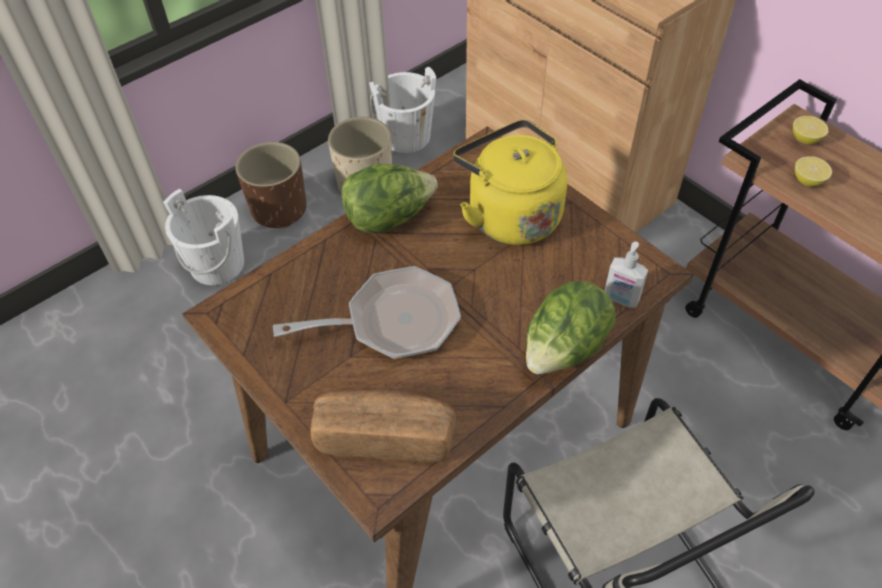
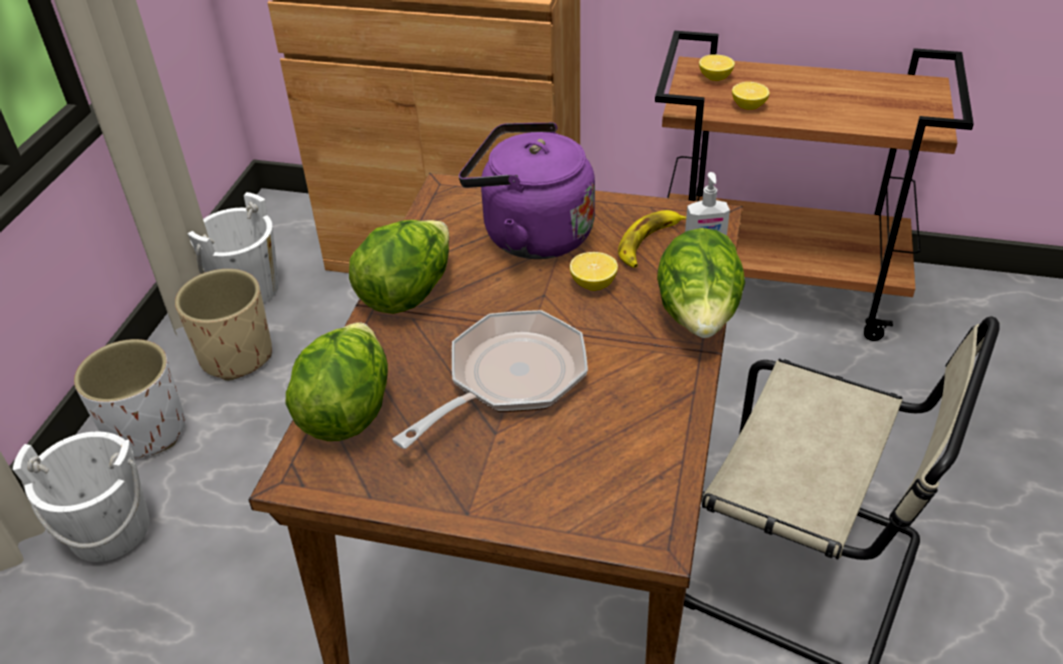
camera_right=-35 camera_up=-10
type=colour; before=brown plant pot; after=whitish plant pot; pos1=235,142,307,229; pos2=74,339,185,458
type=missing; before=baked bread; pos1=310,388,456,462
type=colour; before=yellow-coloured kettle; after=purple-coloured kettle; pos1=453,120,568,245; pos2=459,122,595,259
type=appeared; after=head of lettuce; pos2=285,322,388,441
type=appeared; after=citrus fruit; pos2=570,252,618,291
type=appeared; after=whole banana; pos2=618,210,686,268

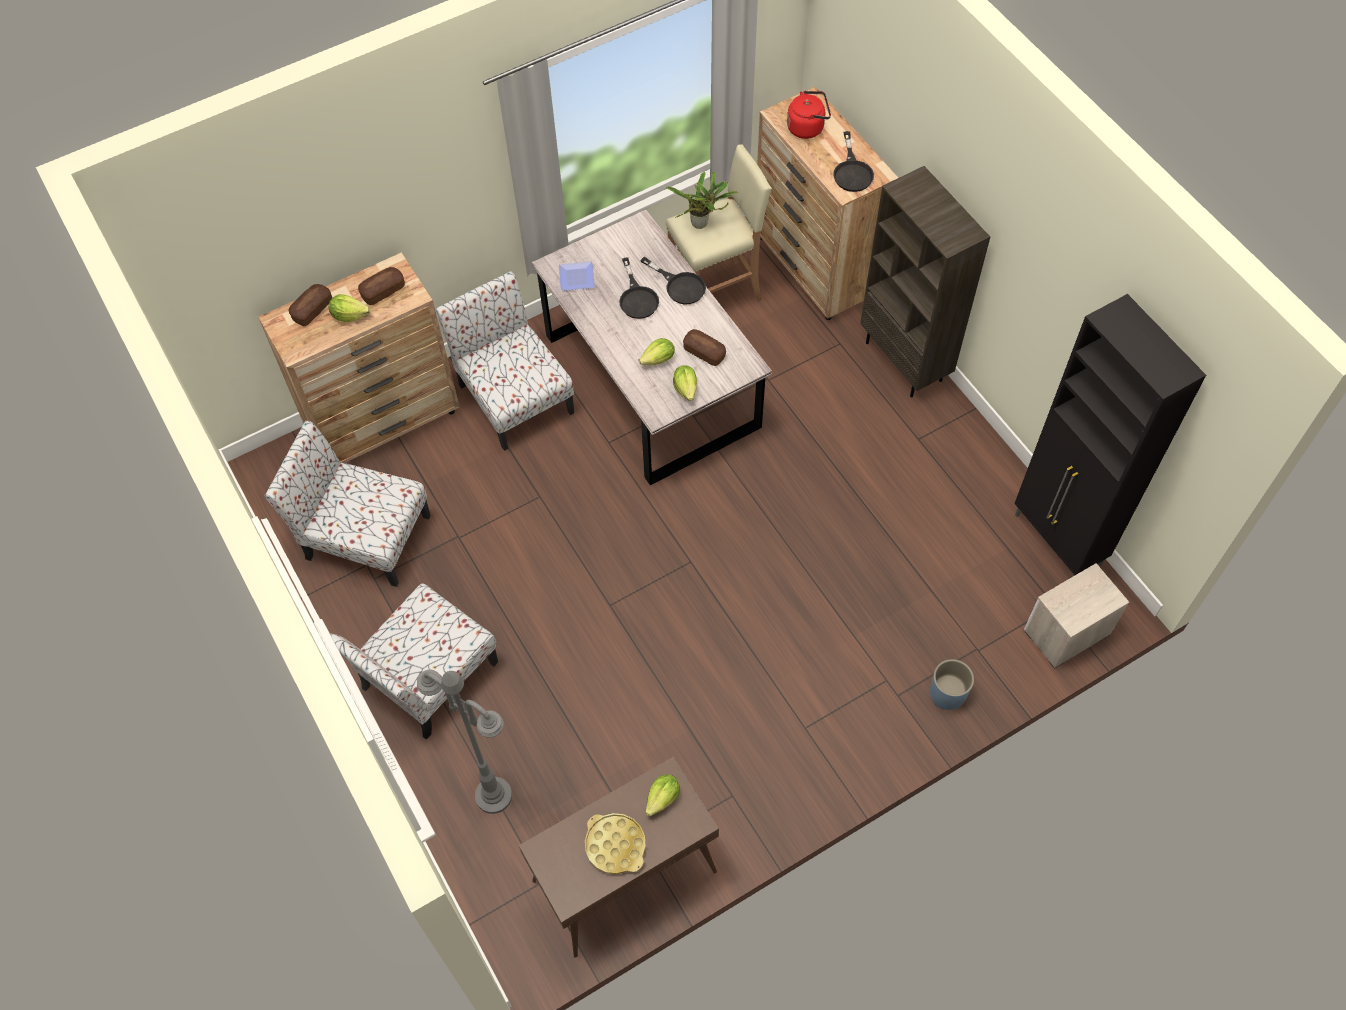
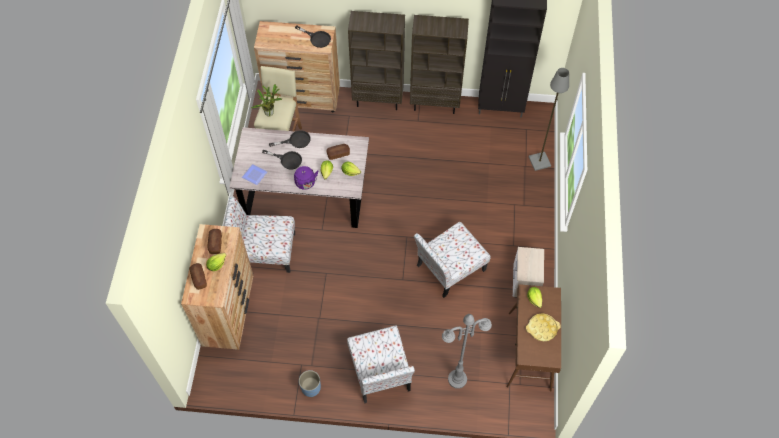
camera_right=-55 camera_up=0
type=relocated; before=upright chair; pos1=265,421,431,587; pos2=414,222,491,298
type=missing; before=reddish kettle; pos1=787,91,831,139
type=relocated; before=blue-coloured plant pot; pos1=930,659,974,710; pos2=299,370,321,397
type=relocated; before=night table; pos1=1024,563,1129,669; pos2=513,247,544,297
type=appeared; after=purple-coloured kettle; pos2=294,166,318,190
type=appeared; after=brown bookshelf; pos2=410,15,469,114
type=appeared; after=greyish standing lamp; pos2=529,68,569,171

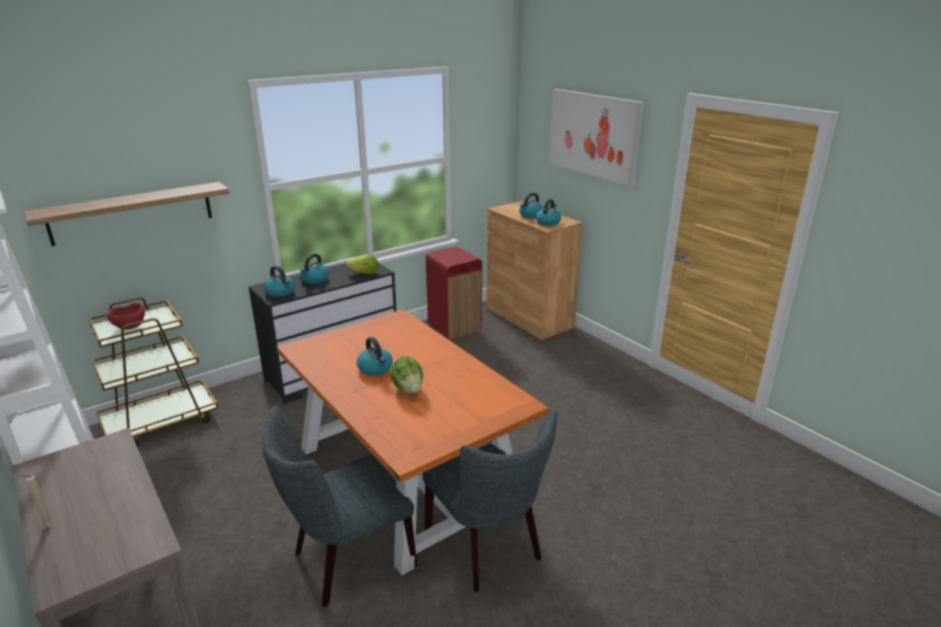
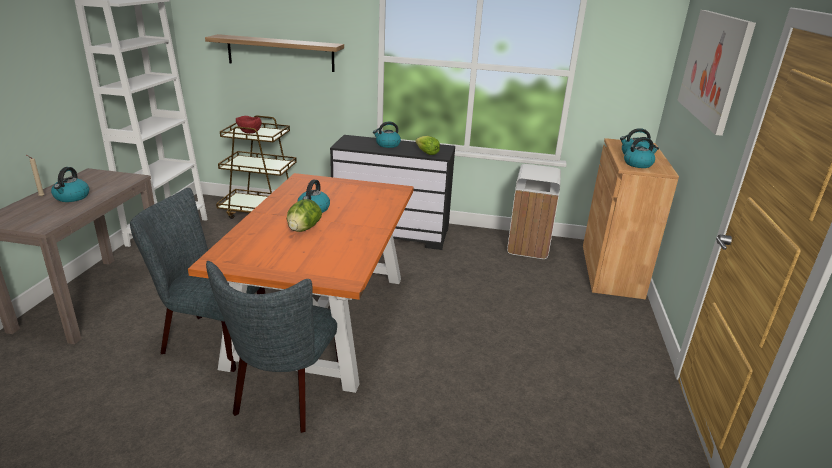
camera_right=45 camera_up=0
type=relocated; before=kettle; pos1=264,266,295,297; pos2=51,167,89,202
type=colour; before=reddish trash can; after=whitish trash can; pos1=426,247,482,340; pos2=507,164,561,259

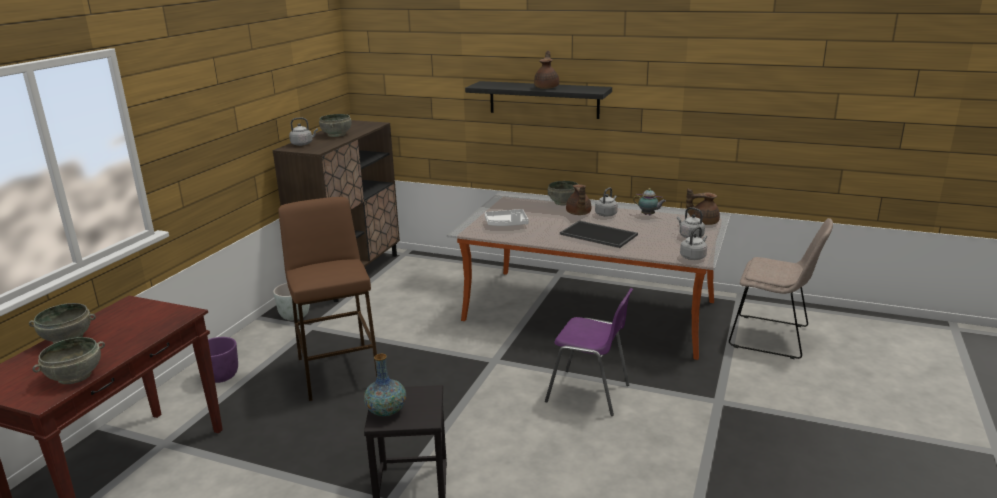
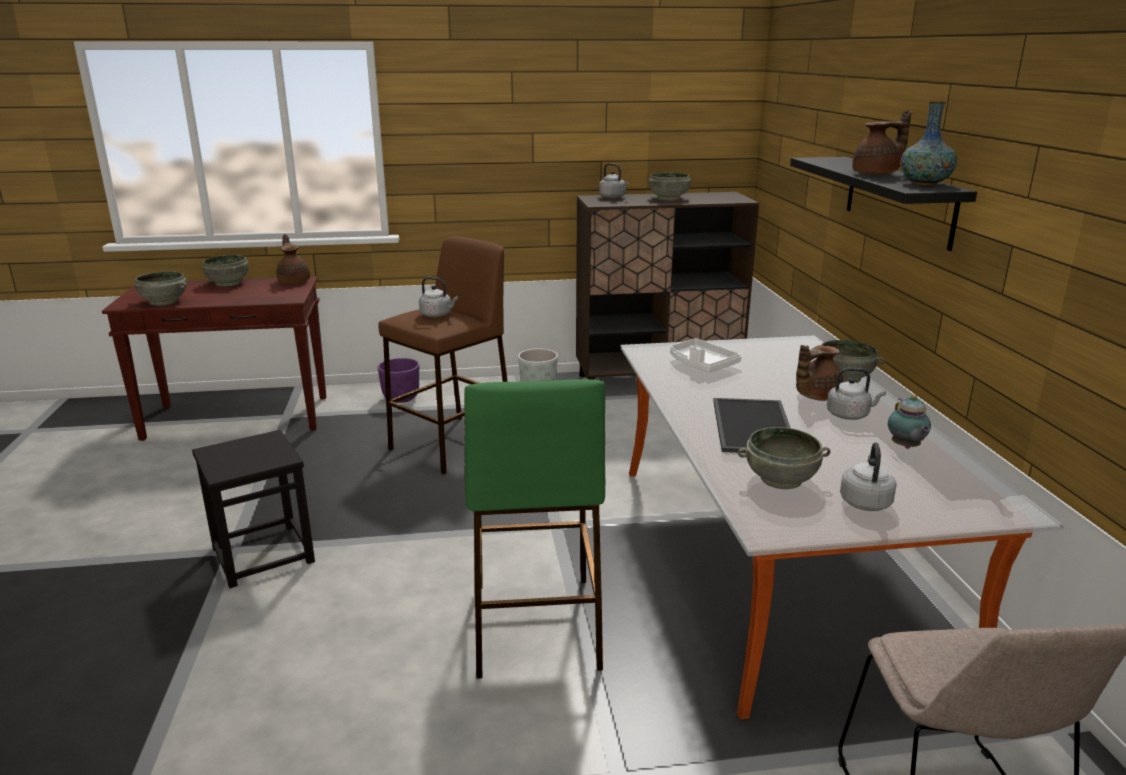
camera_right=60 camera_up=0
type=relocated; before=flower vase; pos1=364,354,406,417; pos2=901,101,957,185
type=exchanged; before=purple-coloured upright chair; after=green-coloured stool; pos1=545,288,633,416; pos2=464,379,605,679
type=relocated; before=greyish kettle; pos1=680,227,707,260; pos2=419,277,458,317
type=relocated; before=brown teapot; pos1=686,188,720,225; pos2=276,234,310,284
type=appeared; after=greyish deep dish; pos2=738,427,830,489

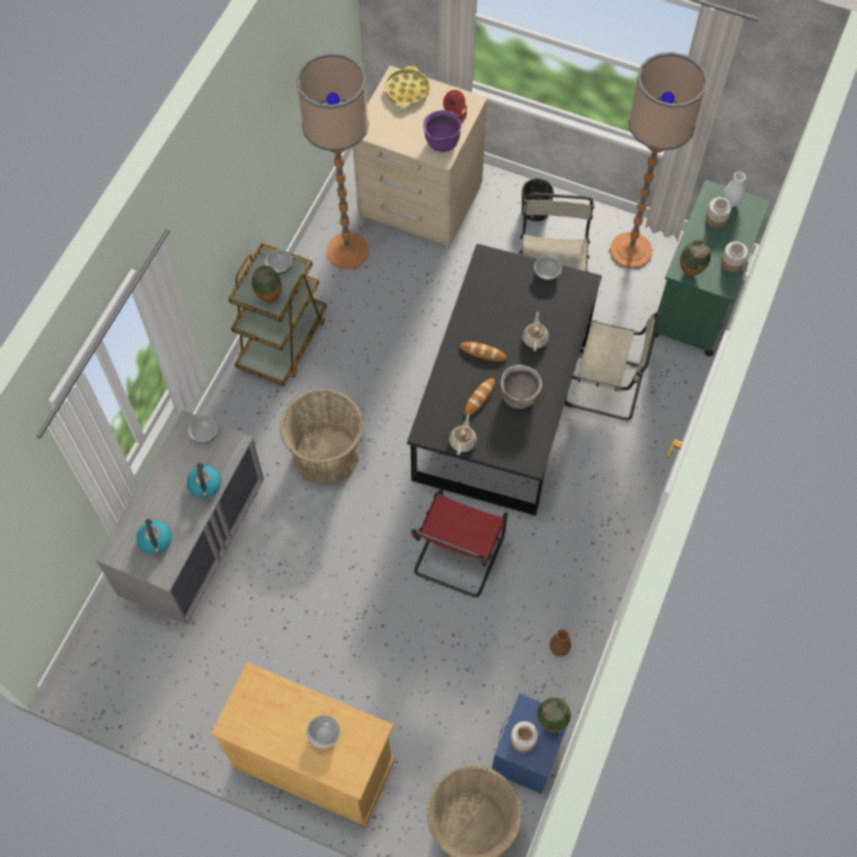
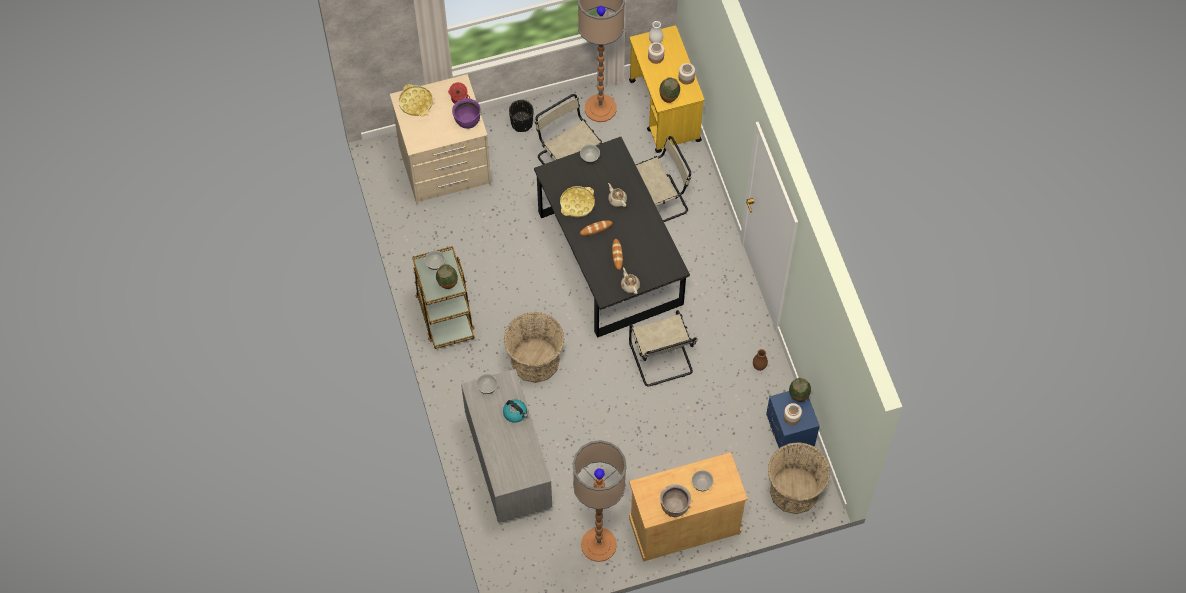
camera_right=-40 camera_up=0
type=missing; before=kettle; pos1=137,519,172,554
type=relocated; before=standing lamp; pos1=296,53,369,269; pos2=572,440,627,562
type=colour; before=reddish upright chair; after=beige-coloured upright chair; pos1=411,488,508,597; pos2=629,310,698,386
type=relocated; before=brown cooking pot; pos1=501,365,542,409; pos2=660,484,691,517
type=colour; before=green-coloured wheeled cart; after=yellow-coloured wheeled cart; pos1=653,180,770,356; pos2=629,25,704,153
type=appeared; after=yellow-coloured carrying tray; pos2=560,186,595,217

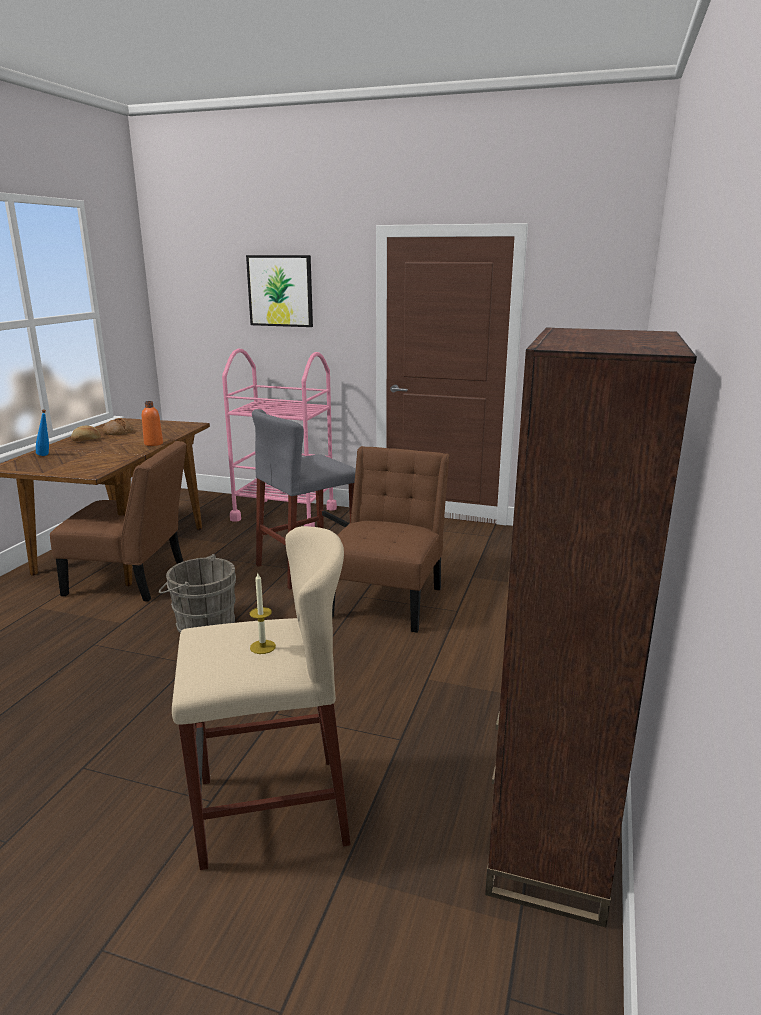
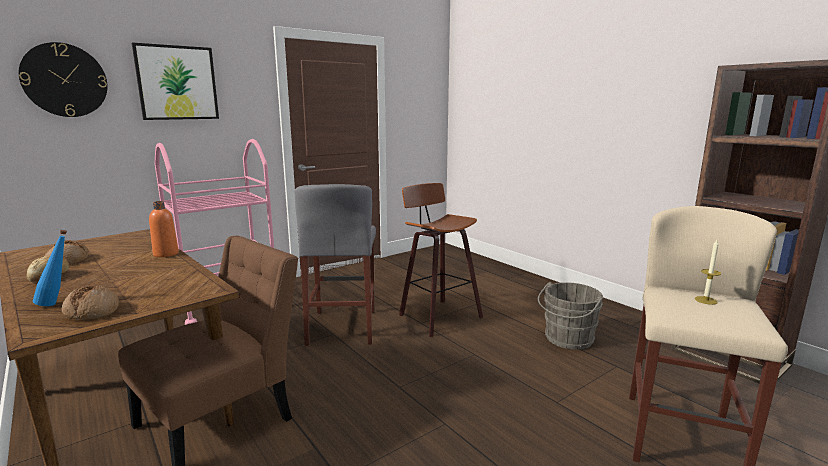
camera_right=-55 camera_up=-5
type=relocated; before=greyish water bucket; pos1=159,554,236,633; pos2=538,282,603,350
type=exchanged; before=brown upright chair; after=stool; pos1=332,446,450,633; pos2=399,183,483,337
type=appeared; after=clock on the wall; pos2=19,42,107,117
type=appeared; after=baked bread; pos2=62,285,119,320

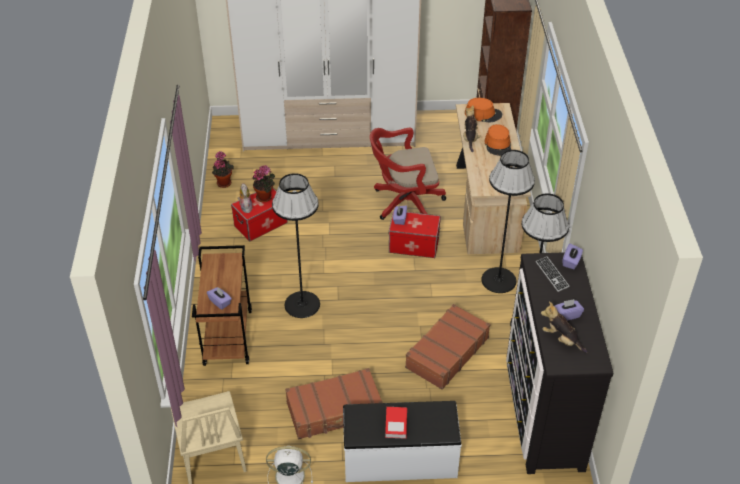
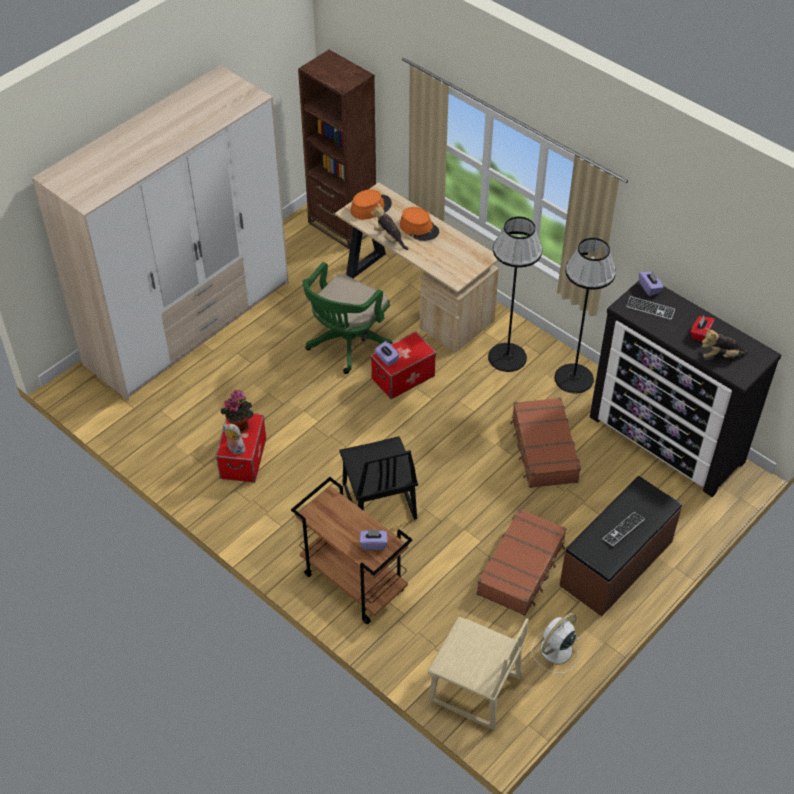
camera_right=-45 camera_up=5
type=missing; before=houseplant; pos1=212,151,234,188
type=exchanged; before=blackish standing lamp; after=blackish upright chair; pos1=272,173,320,318; pos2=339,436,418,520
type=colour; before=whitish bench; after=brown bench; pos1=343,401,462,482; pos2=559,476,682,616
type=colour; before=reddish office chair; after=green-coloured office chair; pos1=370,128,446,220; pos2=302,262,393,374
type=exchanged; before=bound book; after=computer keyboard; pos1=385,407,407,439; pos2=602,512,645,546
type=colour; before=purple-coloured box of tissues; after=reddish box of tissues; pos1=555,299,584,320; pos2=691,316,715,342

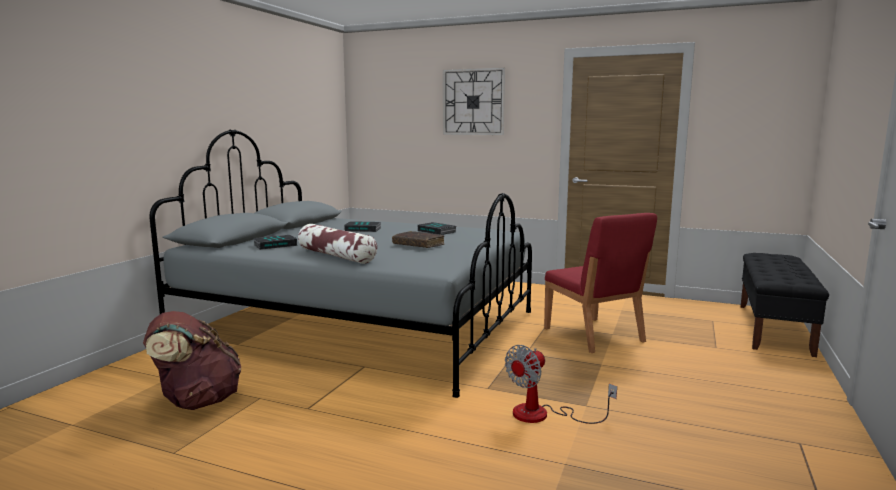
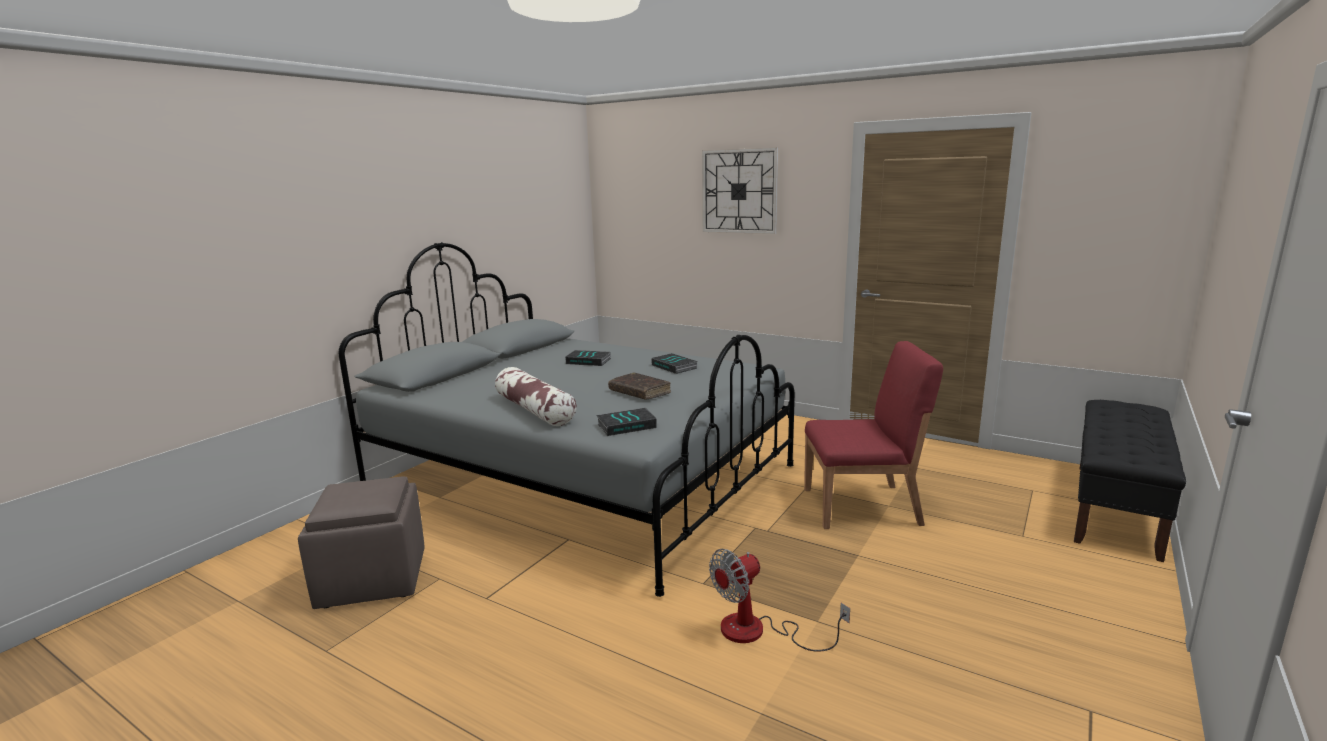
camera_right=10 camera_up=5
type=exchanged; before=brown knapsack; after=brown pouffe; pos1=143,311,241,410; pos2=298,476,425,609
type=relocated; before=bound book; pos1=253,235,297,250; pos2=596,408,657,436
type=spun; before=reddish upright chair; pos1=544,213,657,353; pos2=804,341,943,529; turn=-75

